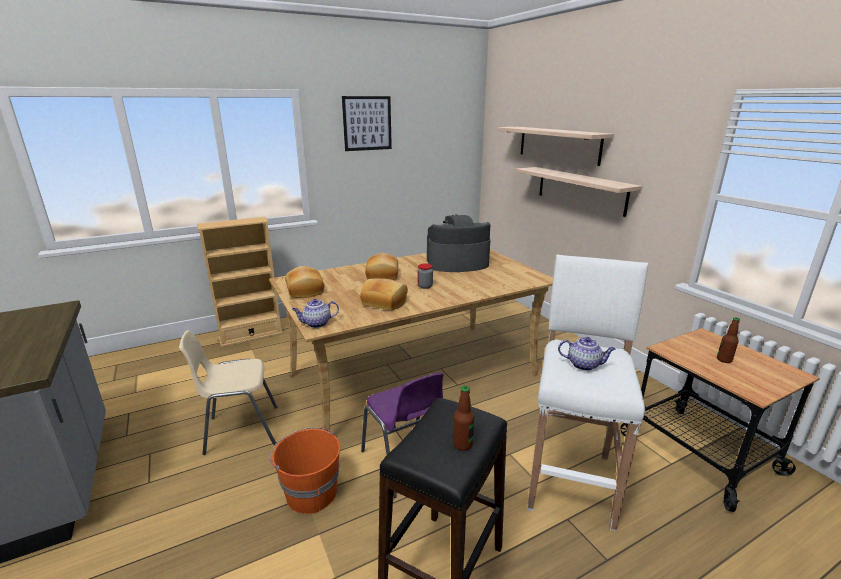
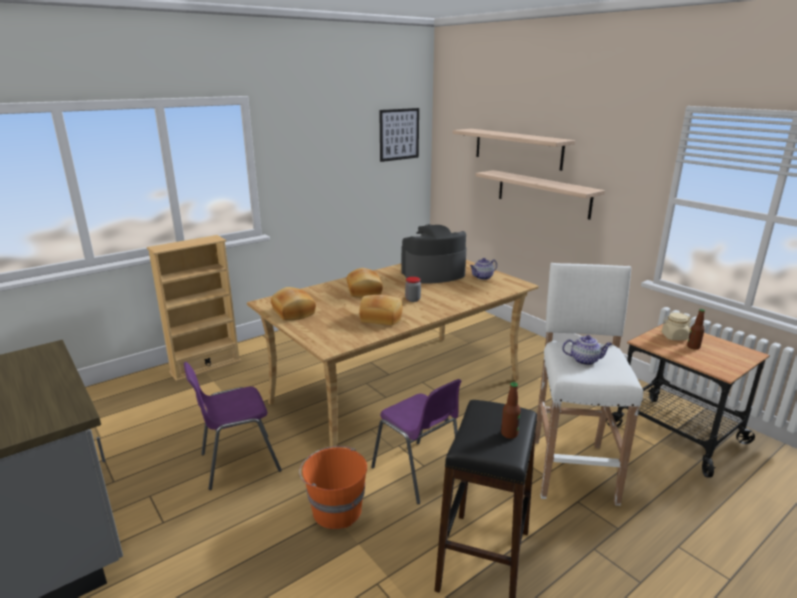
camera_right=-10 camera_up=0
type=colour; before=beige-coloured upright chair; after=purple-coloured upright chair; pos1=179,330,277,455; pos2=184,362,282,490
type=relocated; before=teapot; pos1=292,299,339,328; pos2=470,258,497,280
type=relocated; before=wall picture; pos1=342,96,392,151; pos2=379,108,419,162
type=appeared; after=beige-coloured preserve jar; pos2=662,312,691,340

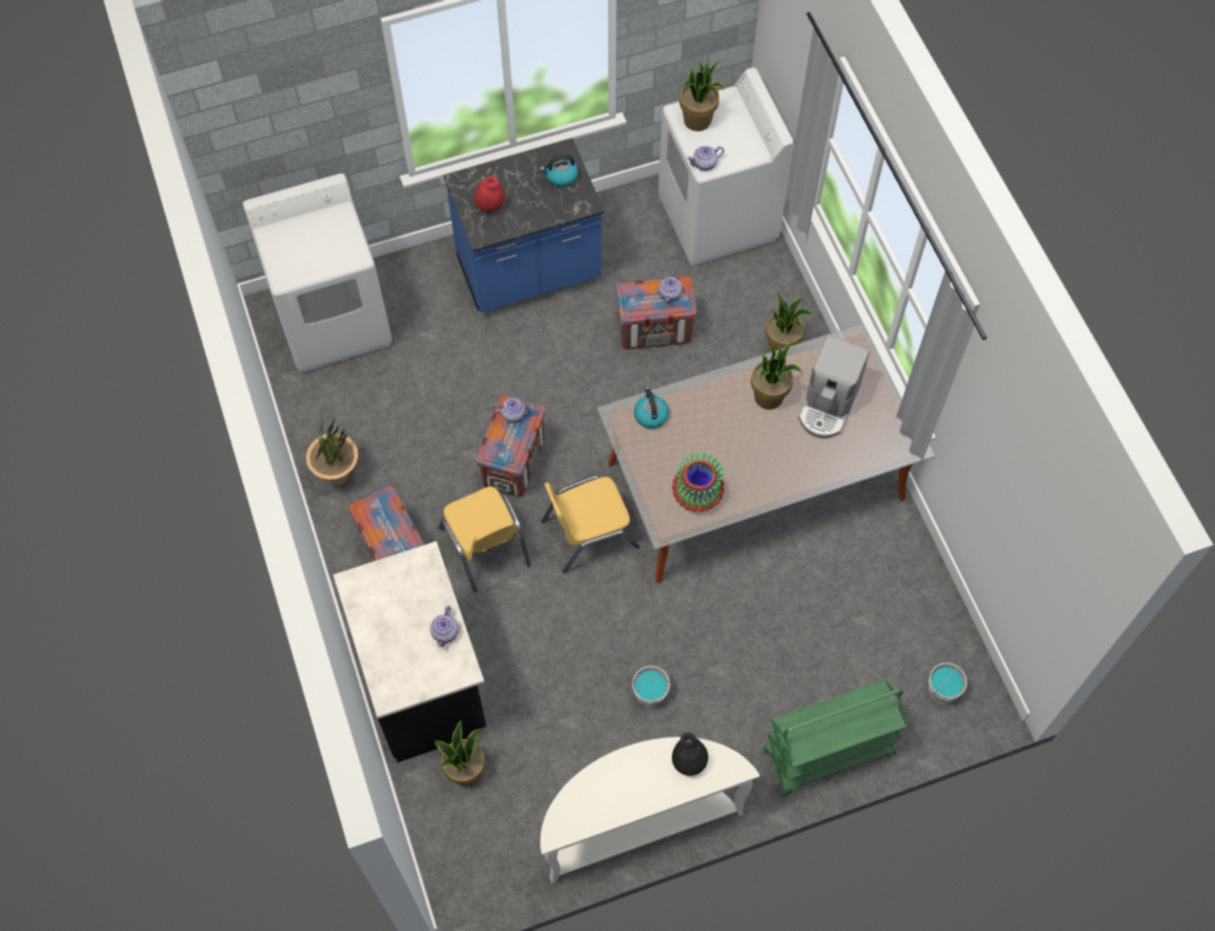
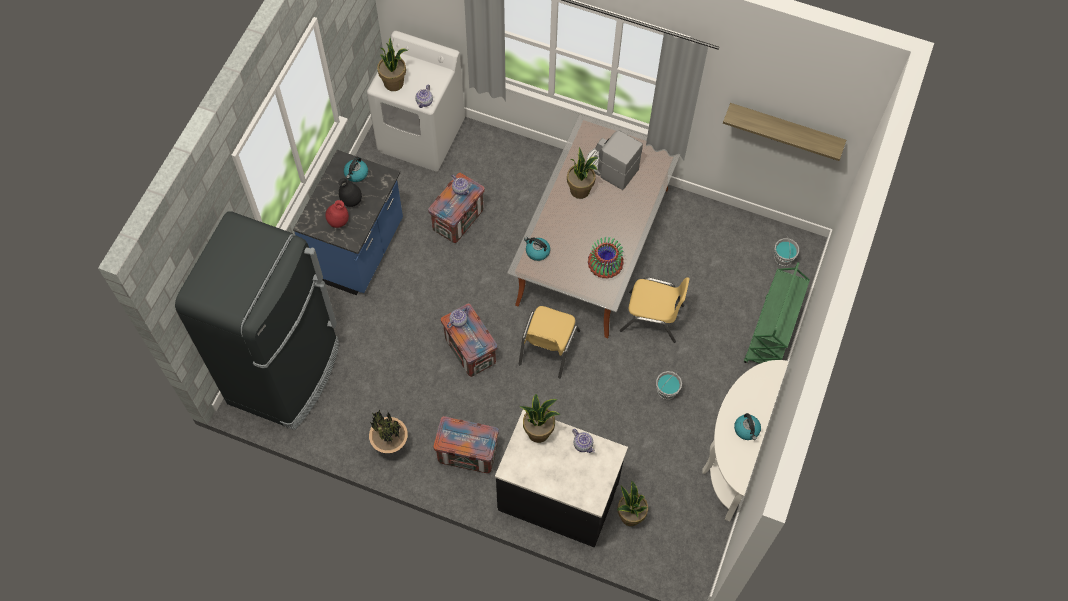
camera_right=-50 camera_up=0
type=exchanged; before=whitish laundry machine; after=blackish refrigerator; pos1=243,173,392,373; pos2=175,211,339,430
type=relocated; before=yellow-coloured upright chair; pos1=438,487,531,592; pos2=620,277,690,343
type=relocated; before=blackish flower vase; pos1=672,732,708,776; pos2=338,178,362,207
type=relocated; before=houseplant; pos1=765,292,813,352; pos2=520,394,561,443
type=spun; before=coffee brewer; pos1=798,335,870,438; pos2=586,131,643,190; turn=150
type=appeared; after=shelf; pos2=723,103,846,161
type=appeared; after=kettle; pos2=734,413,761,440

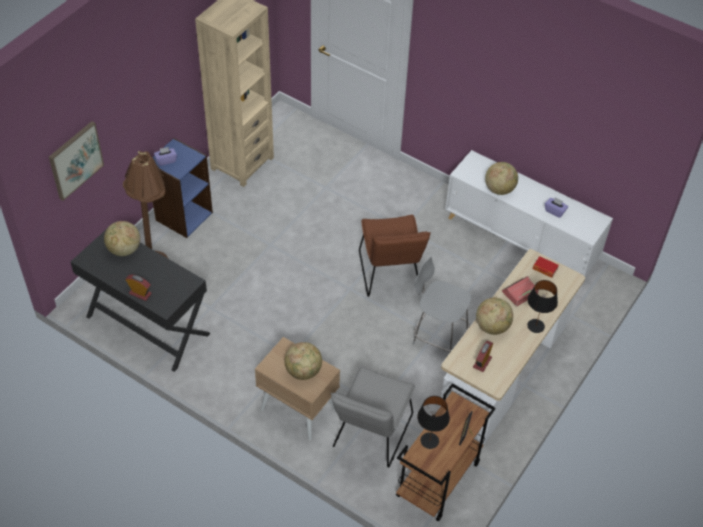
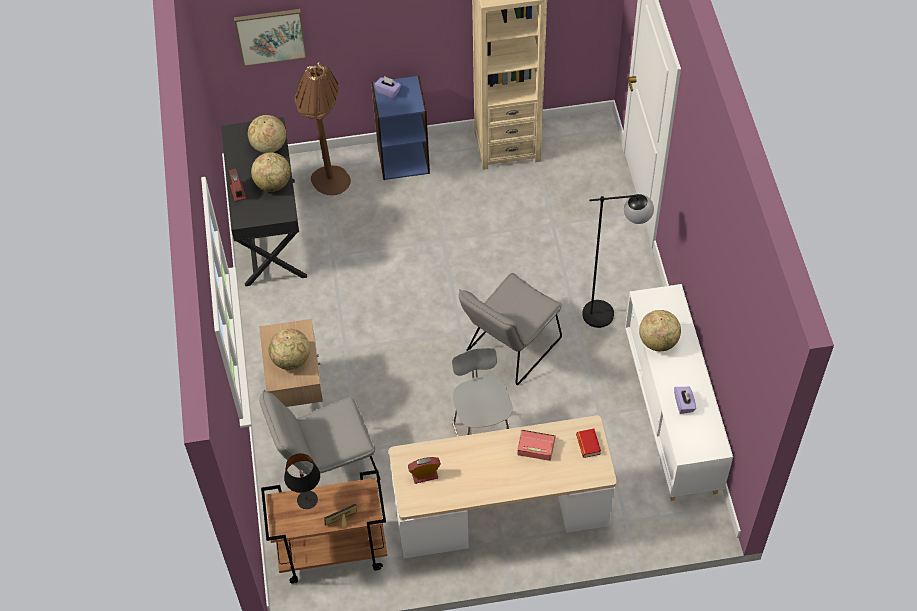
camera_right=50 camera_up=5
type=colour; before=brown upright chair; after=greyish upright chair; pos1=359,215,431,297; pos2=459,273,562,385
type=relocated; before=desk globe; pos1=476,297,513,335; pos2=251,152,291,192
type=missing; before=blackish lamp for a table; pos1=527,280,558,333
type=appeared; after=blackish standing lamp; pos2=582,194,654,328

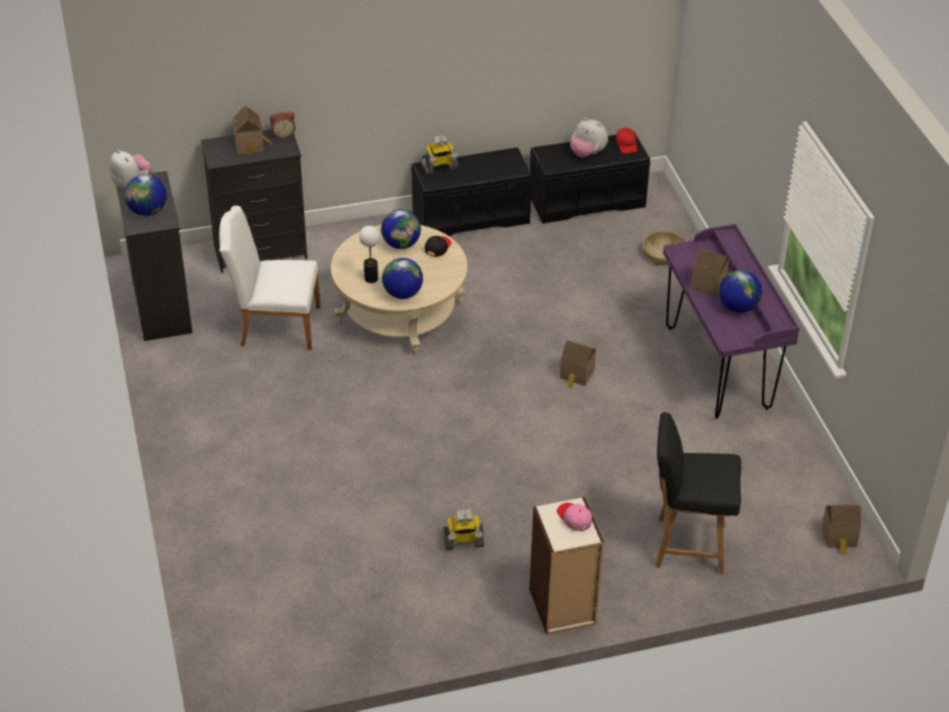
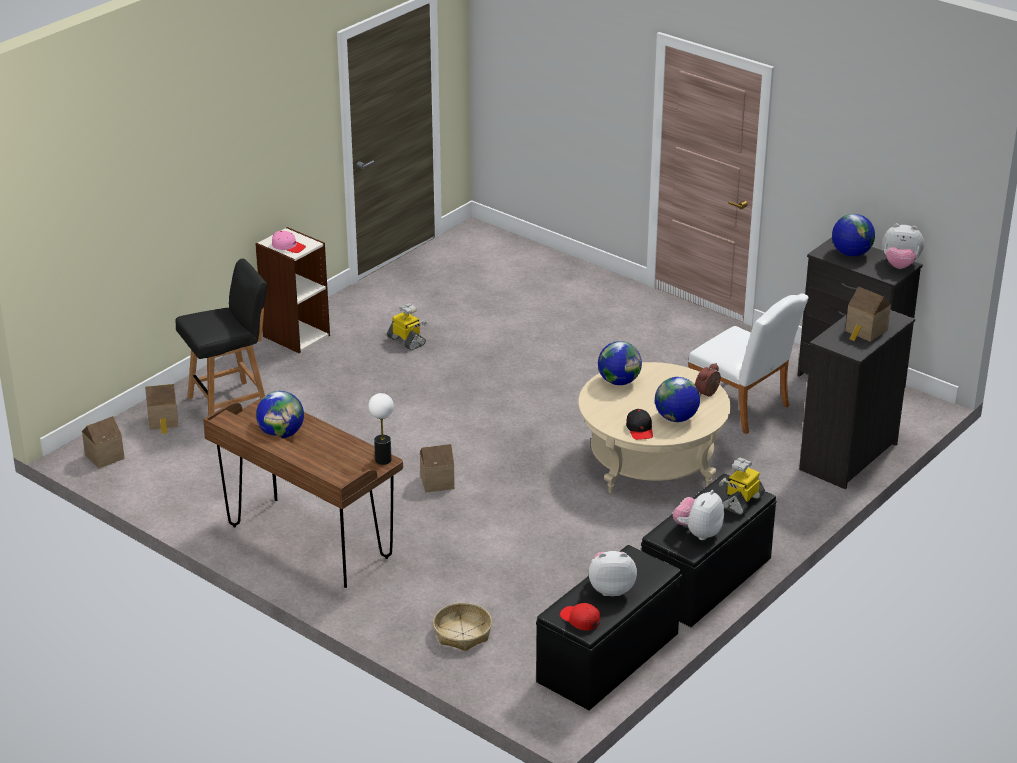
camera_right=145 camera_up=-10
type=spun; before=whitish upright chair; pos1=219,206,320,350; pos2=688,293,809,434; turn=75
type=relocated; before=table clock; pos1=270,112,295,138; pos2=695,363,721,396
type=relocated; before=lamp for a table; pos1=359,226,380,283; pos2=369,393,394,465
type=spun; before=toy robot; pos1=443,509,484,550; pos2=387,304,427,350; turn=90
type=colour; before=purple-coloured desk table; after=brown desk table; pos1=663,224,799,419; pos2=203,396,403,588
type=relocated; before=toy house; pos1=691,248,729,296; pos2=145,384,178,434
type=appeared; after=plush toy; pos2=673,490,724,540

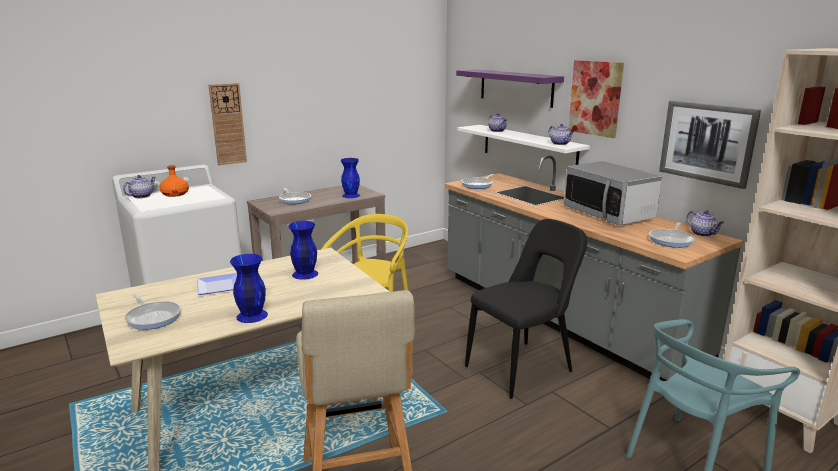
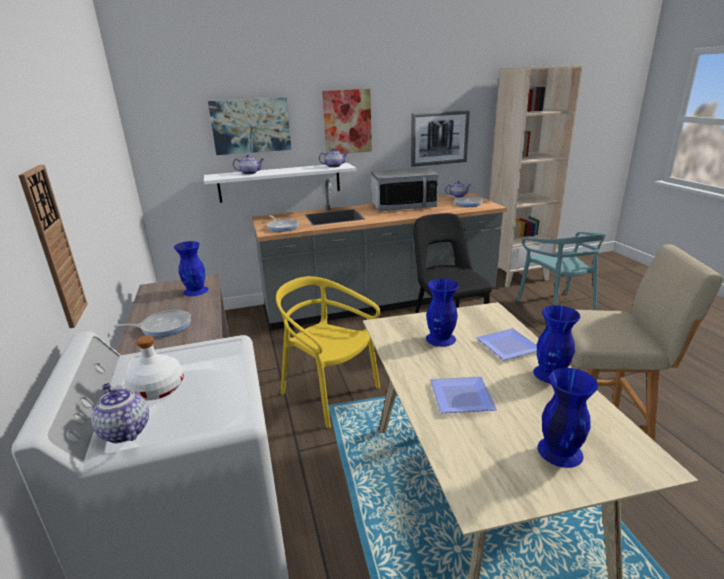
camera_right=-70 camera_up=5
type=exchanged; before=pan; after=blue-coloured flower vase; pos1=125,294,181,330; pos2=538,368,598,468
type=colour; before=orangey drink bottle; after=whitish drink bottle; pos1=160,165,189,197; pos2=124,336,184,400
type=exchanged; before=purple-coloured shelf; after=wall picture; pos1=456,69,564,108; pos2=208,97,291,155
type=appeared; after=flat dish; pos2=476,328,537,360

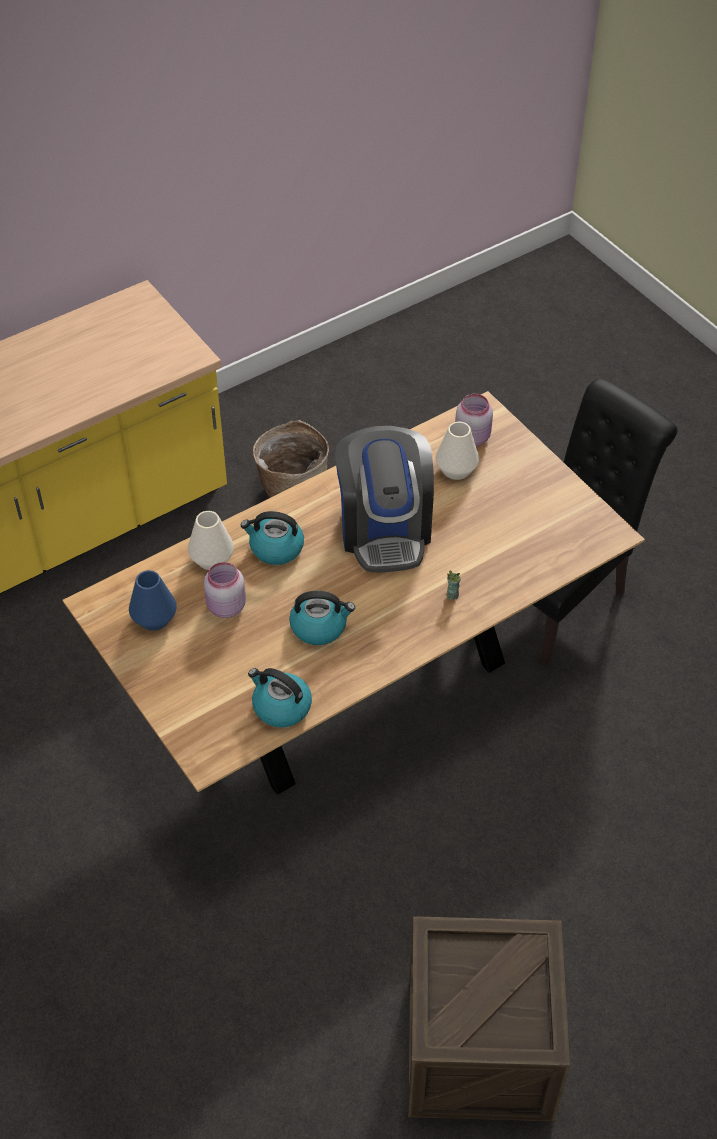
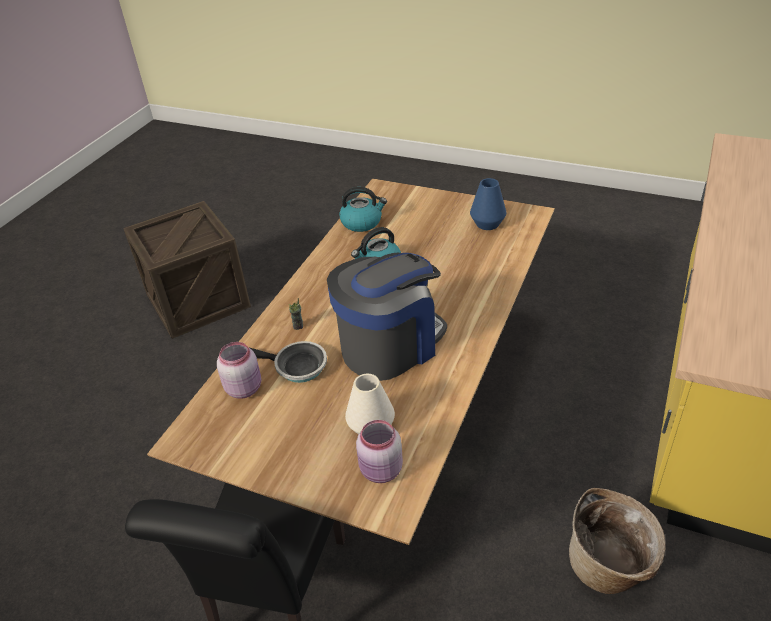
camera_right=150 camera_up=-10
type=missing; before=whitish flower vase; pos1=188,511,234,570
type=relocated; before=pink preserve jar; pos1=204,562,246,618; pos2=217,342,261,399
type=missing; before=kettle; pos1=241,511,304,565
type=spun; before=coffee brewer; pos1=335,426,434,573; pos2=327,253,447,381; turn=90
type=appeared; after=pan; pos2=250,341,327,383

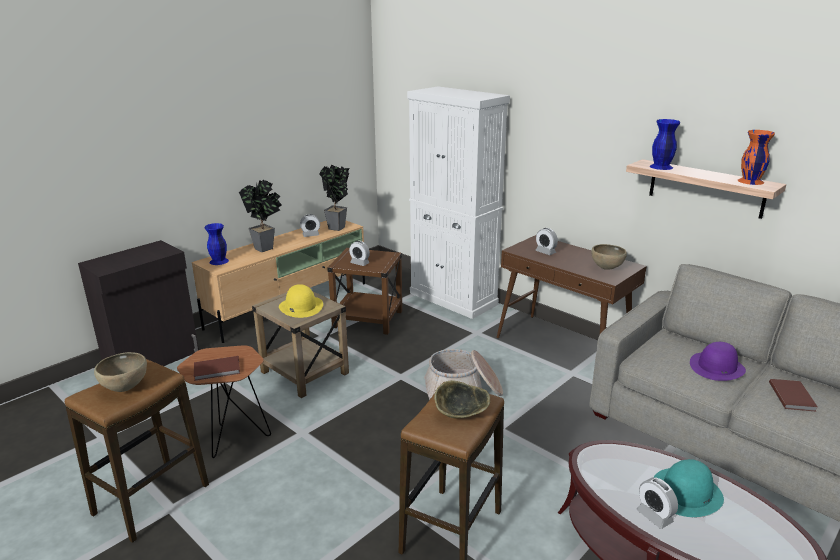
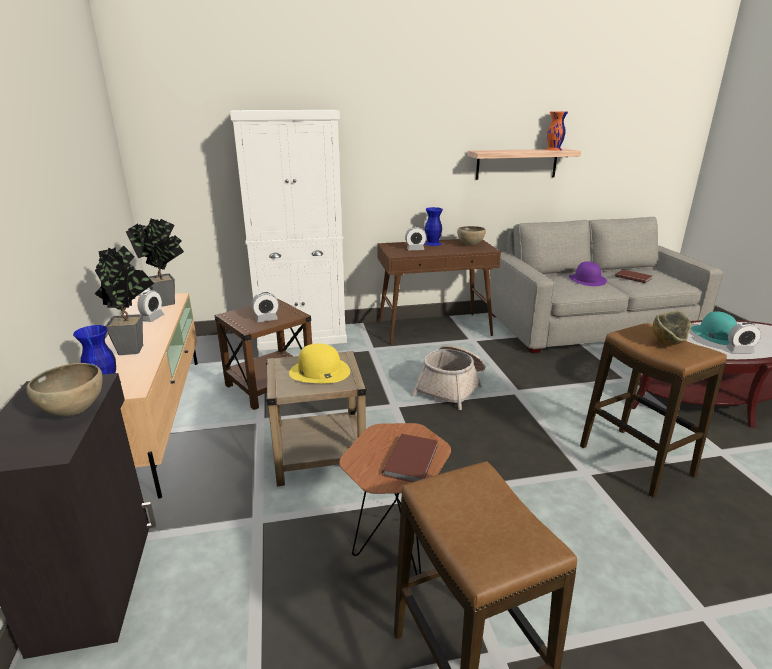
camera_right=-55 camera_up=0
type=relocated; before=brown deep dish; pos1=94,352,147,392; pos2=26,363,103,416
type=relocated; before=blue-coloured flower vase; pos1=650,119,681,170; pos2=425,207,443,246

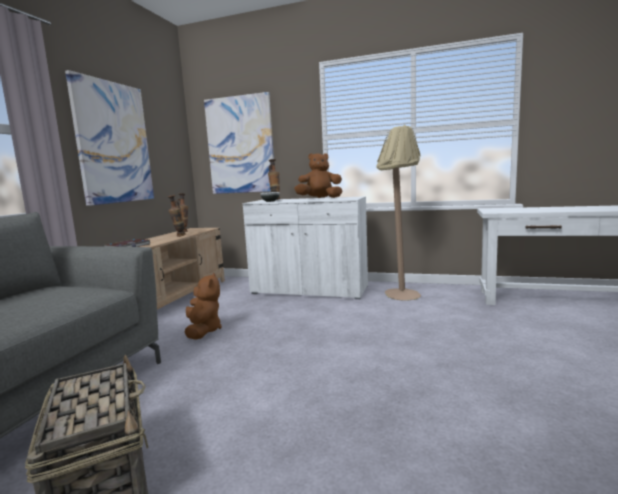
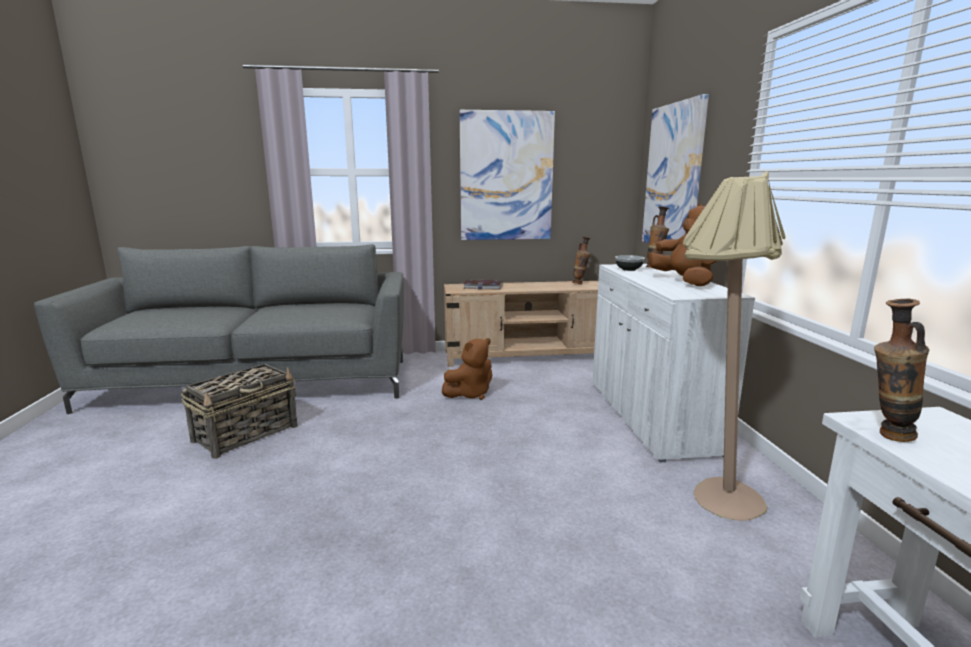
camera_right=65 camera_up=5
type=relocated; before=flower vase; pos1=168,195,186,237; pos2=874,299,929,442

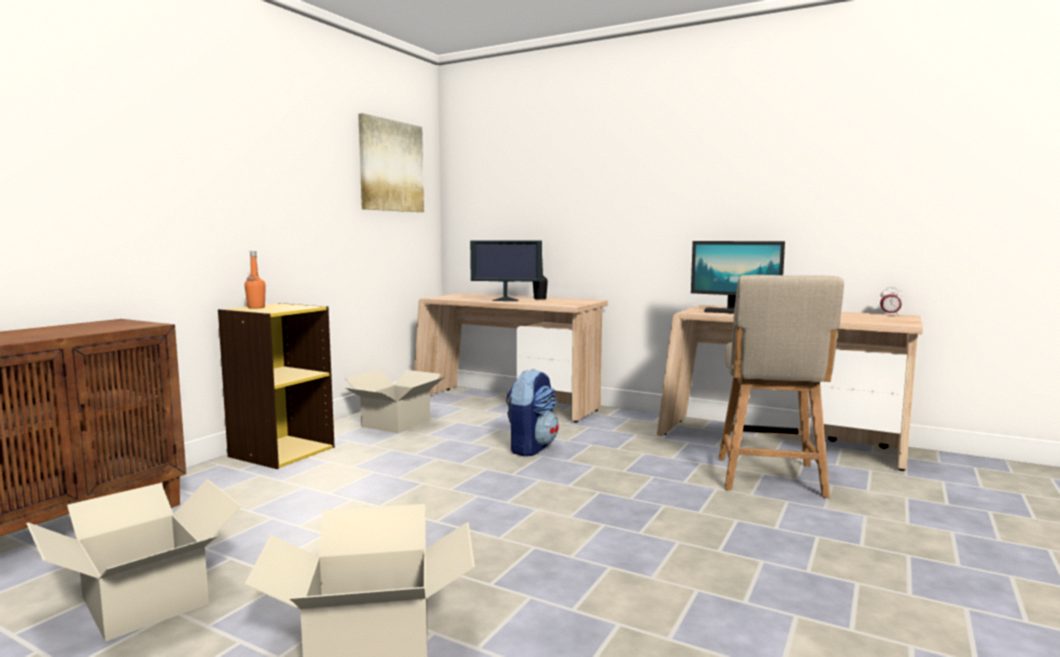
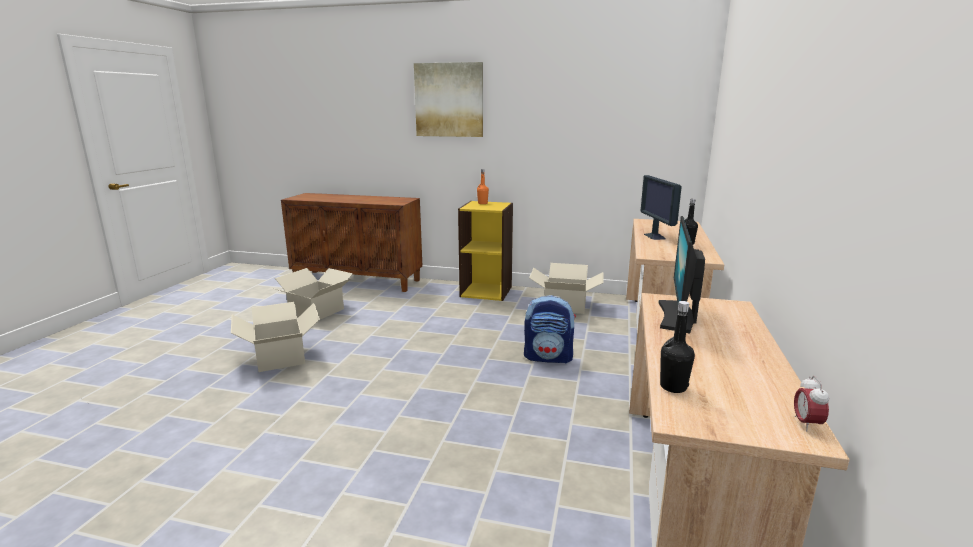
camera_right=75 camera_up=10
type=relocated; before=wall picture; pos1=358,113,424,212; pos2=414,62,483,137
type=missing; before=beige-coloured upright chair; pos1=718,275,844,498
type=appeared; after=blackish drink bottle; pos2=660,301,695,393

